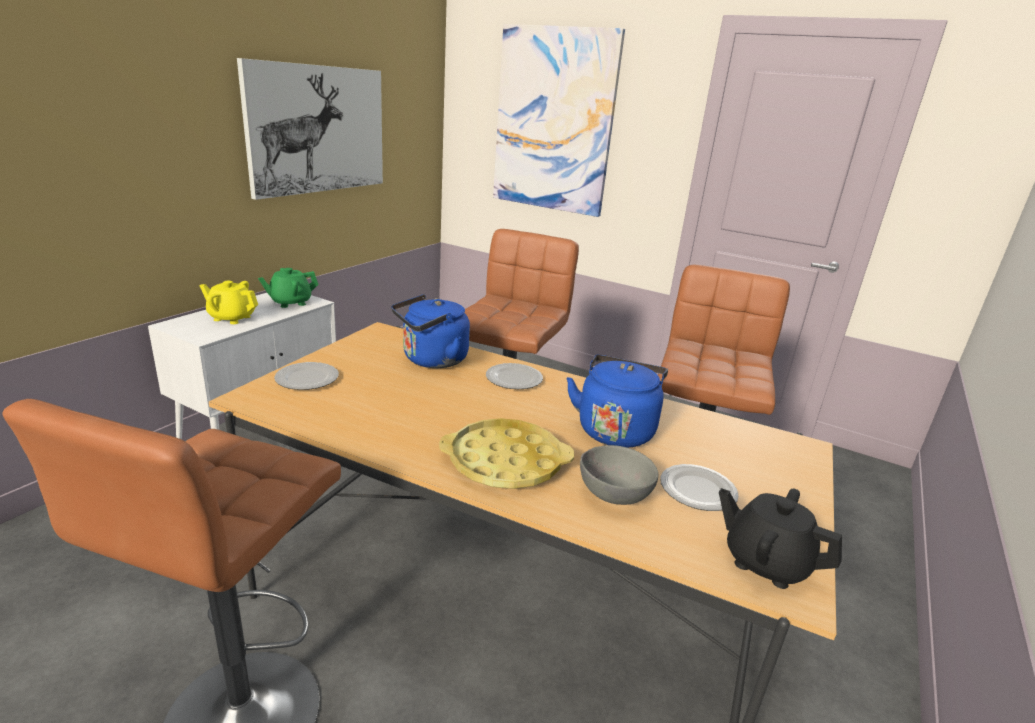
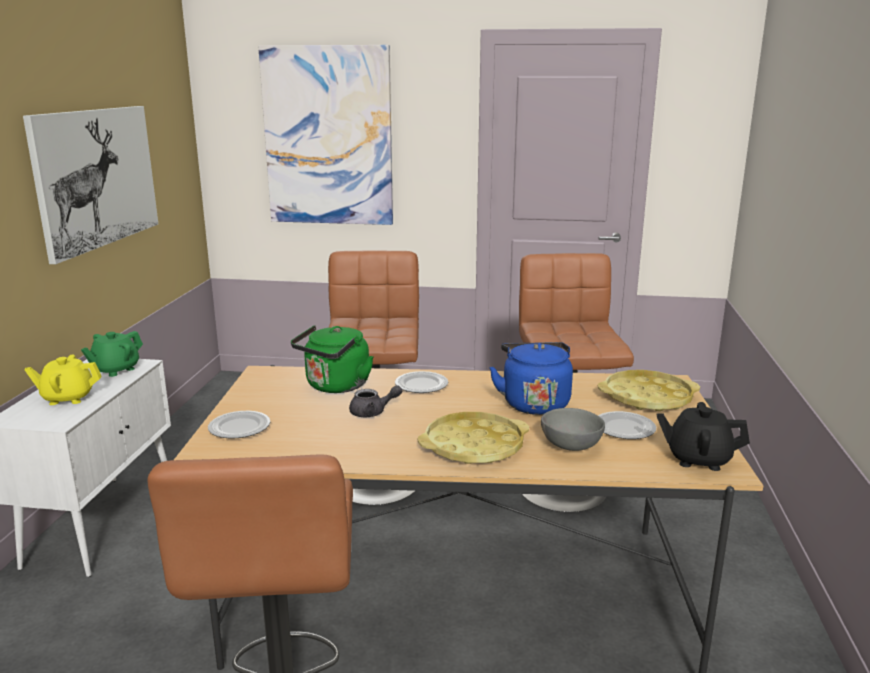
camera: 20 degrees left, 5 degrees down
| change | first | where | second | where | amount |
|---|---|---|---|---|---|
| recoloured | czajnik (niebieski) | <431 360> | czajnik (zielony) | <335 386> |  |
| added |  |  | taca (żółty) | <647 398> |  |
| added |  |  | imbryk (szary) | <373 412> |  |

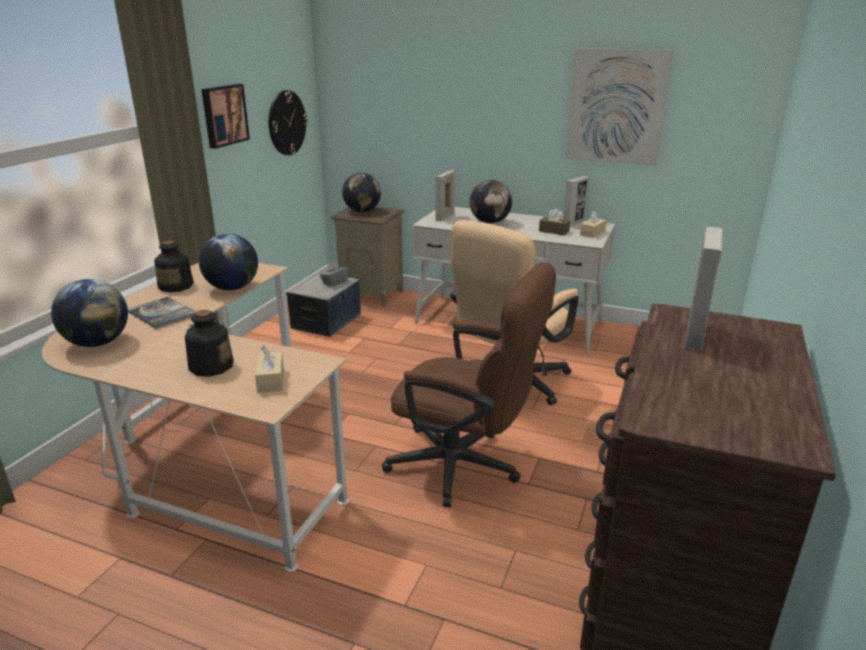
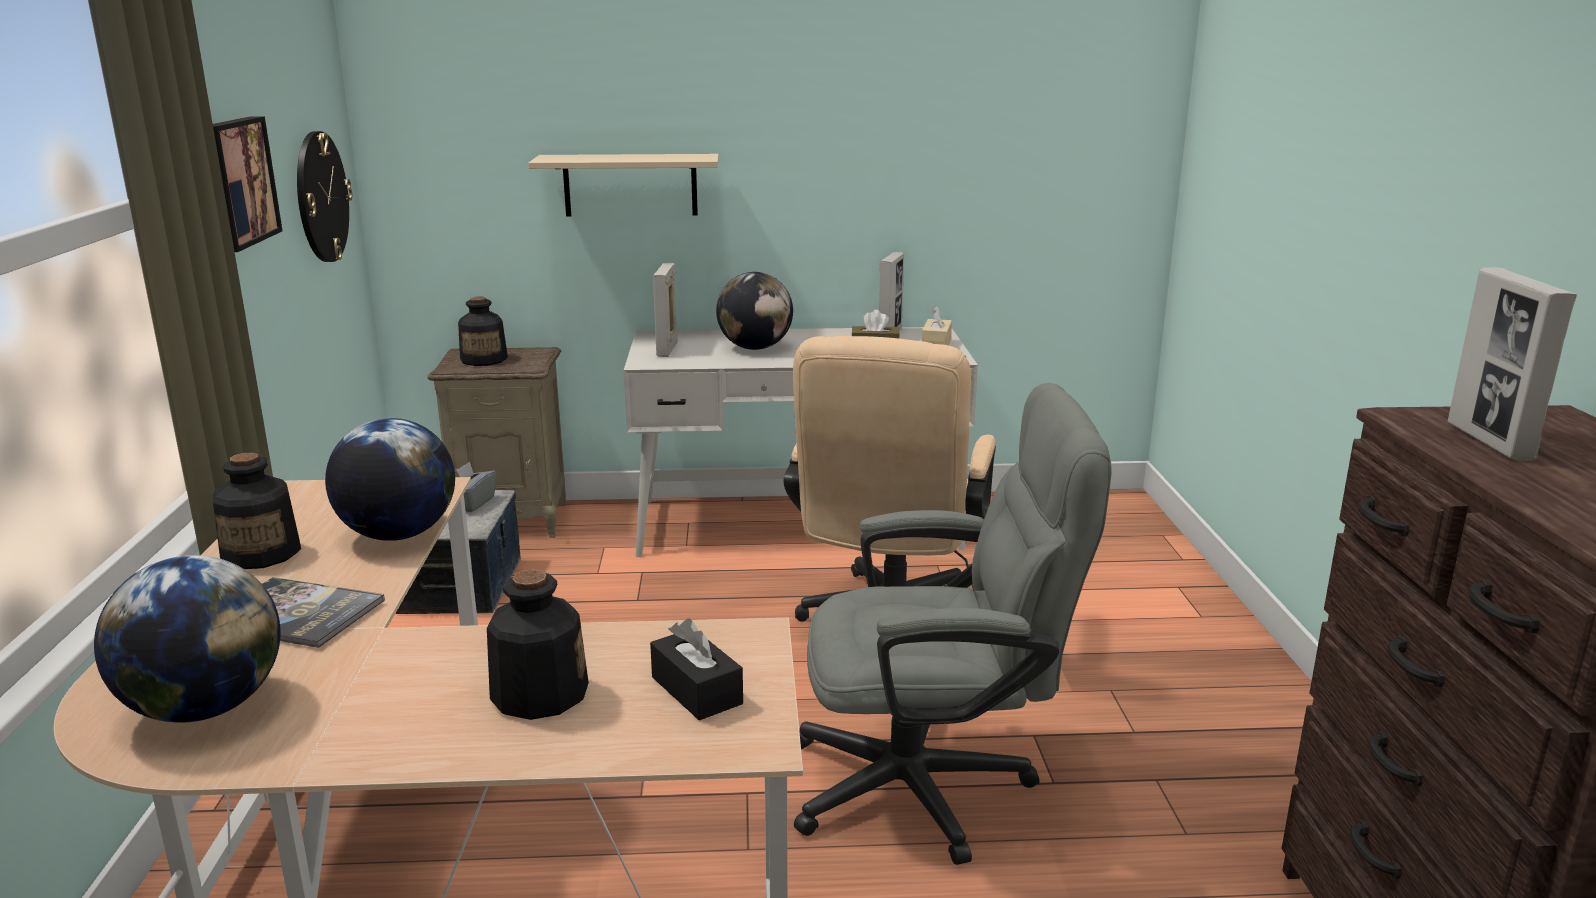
camera: 25 degrees left, 5 degrees down
| change | first | where | second | where | amount |
|---|---|---|---|---|---|
| removed | obraz | <616 107> |  |  |  |
| replaced | globus | <362 211> | butelka | <484 360> |  |
| recoloured | krzesło biurowe (brązowy) | <465 467> | krzesło biurowe (szary) | <933 786> |  |
| recoloured | pudełko chusteczek (beżowy) | <271 380> | pudełko chusteczek (czarny) | <696 690> |  |
| added |  |  | półka (beżowy) | <630 185> |  |

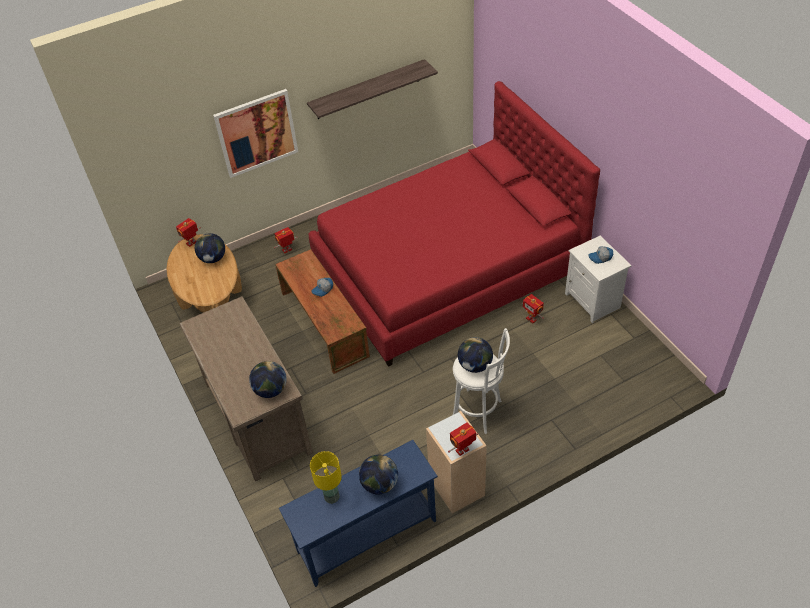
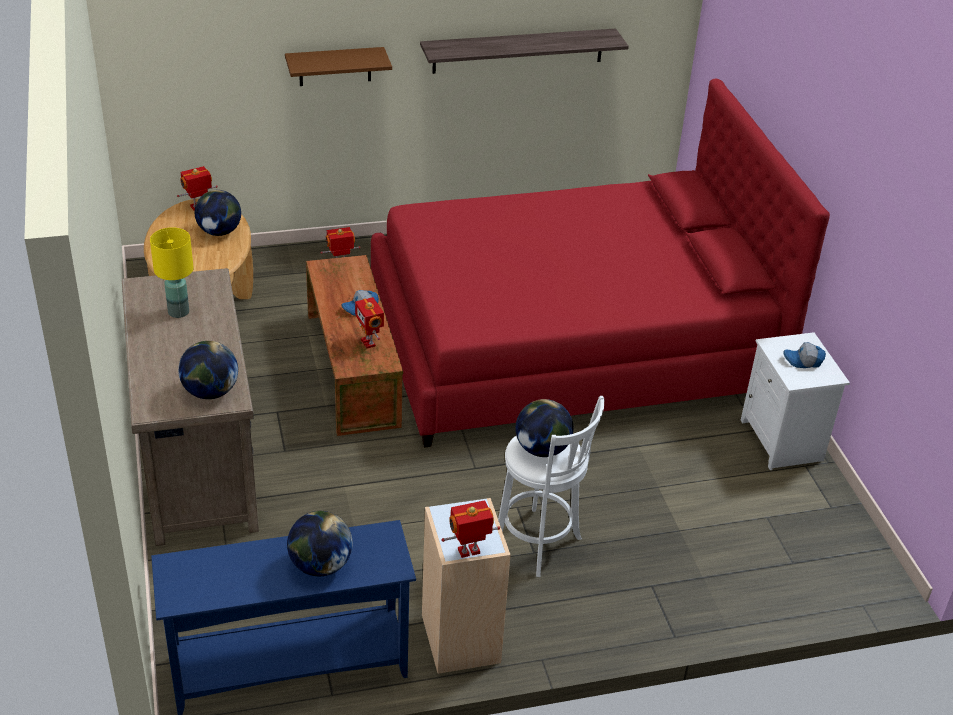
camera: 10 degrees right, 10 degrees down
| change | first | where | second | where | amount |
|---|---|---|---|---|---|
| replaced | obraz | <256 133> | półka (brązowy) | <335 66> |  |
| moved | robot zabawkowy | <531 319> |  | <369 342> |  |
| moved | lampa stołowa (żółty) | <332 497> |  | <179 312> |  |

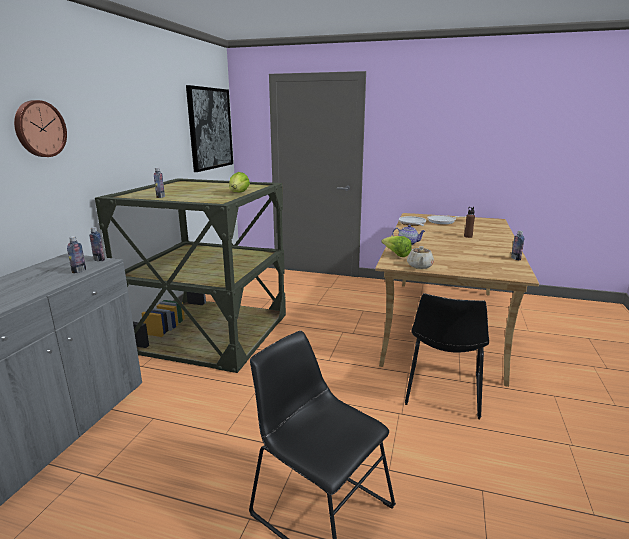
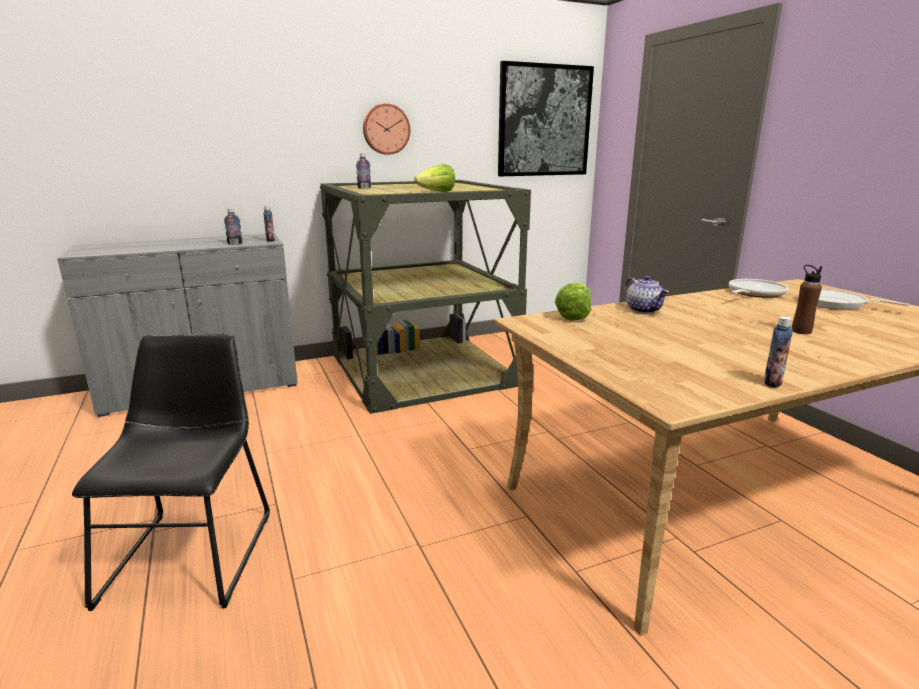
camera: 50 degrees right, 0 degrees up
| change | first | where | second | where | amount |
|---|---|---|---|---|---|
| moved | zegar ścienny | <39 129> |  | <386 129> |  |
| removed | imbryk (beżowy) | <419 266> |  |  |  |
| removed | krzesło (czarny) | <443 392> |  |  |  |

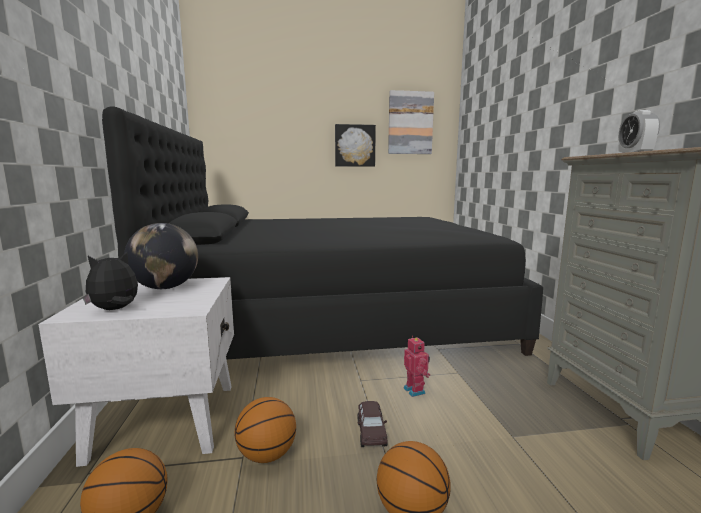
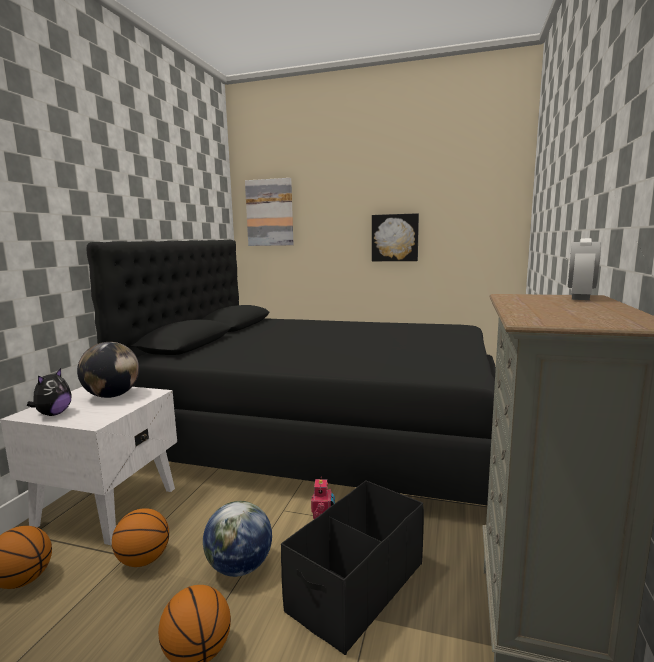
camera: 25 degrees right, 0 degrees up
| change | first | where | second | where | amount |
|---|---|---|---|---|---|
| moved | obraz | <410 123> |  | <270 213> |  |
| turned | pluszak | <115 310> |  | <53 414> | 120 degrees clockwise |
| replaced | samochodzik (brązowy) | <371 433> | globus | <239 567> |  |
| added |  |  | pojemnik do przechowywania (czarny) | <356 586> |  |

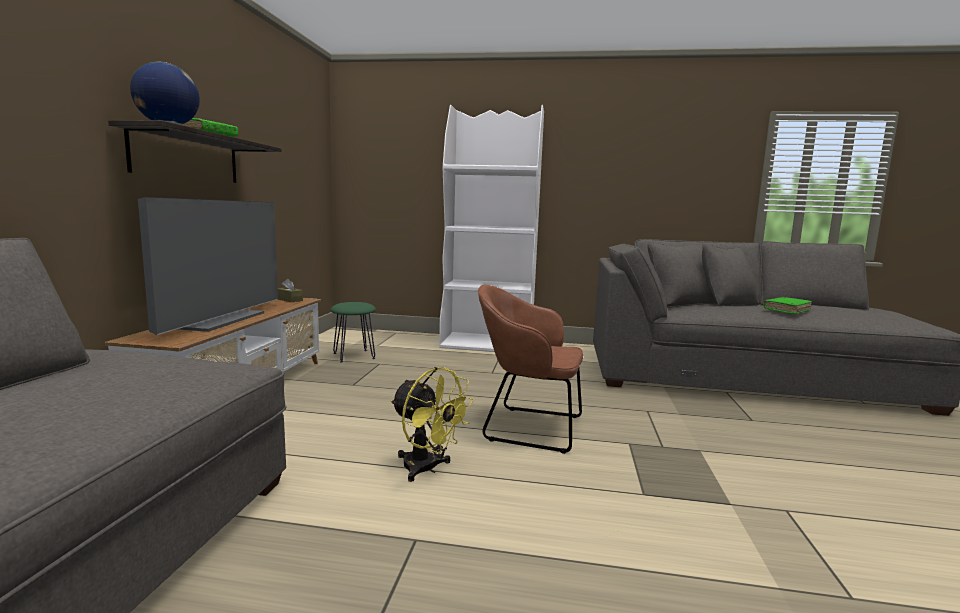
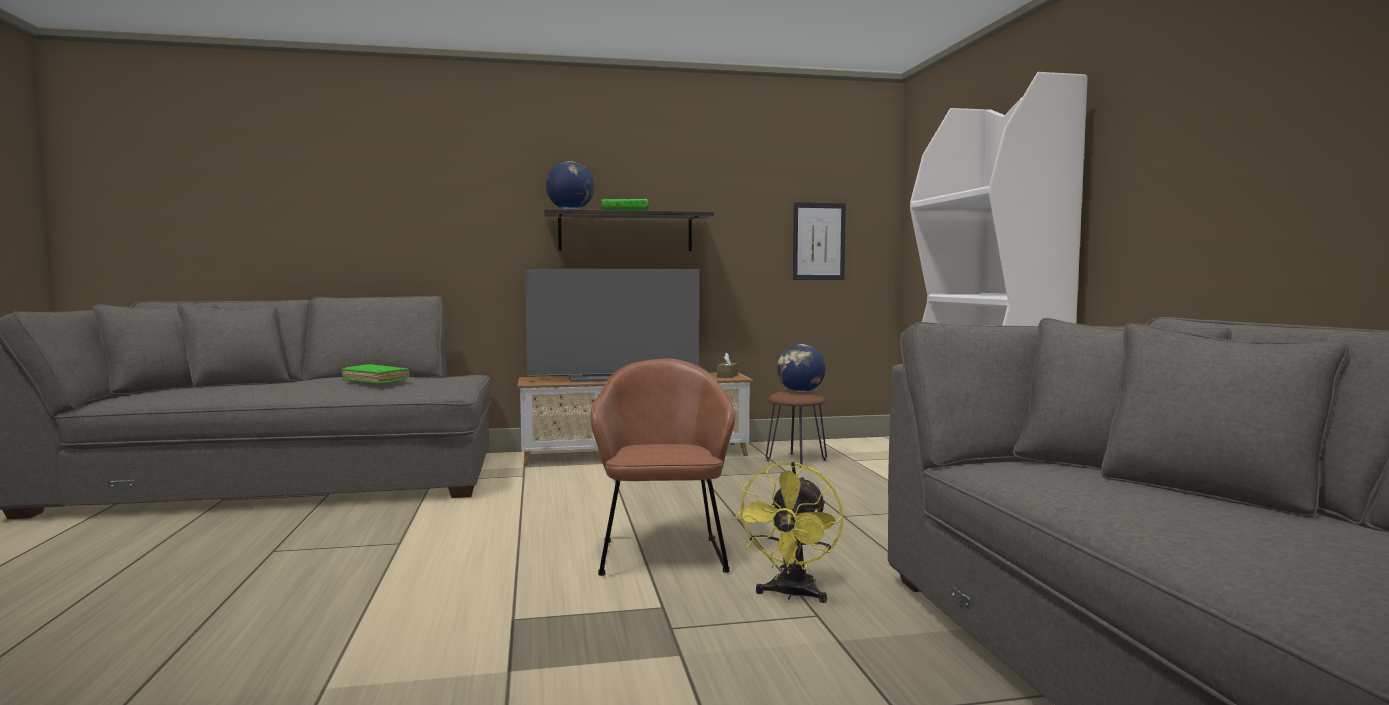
camera: 70 degrees right, 5 degrees down
| change | first | where | second | where | amount |
|---|---|---|---|---|---|
| moved | książka (zielony) | <786 310> |  | <375 380> |  |
| recoloured | stołek (zielony) | <353 356> | stołek (brązowy) | <796 460> |  |
| moved | wentylator (żółty) | <427 469> |  | <791 595> |  |
| added |  |  | obraz | <818 241> |  |
| added |  |  | globus | <800 392> |  |

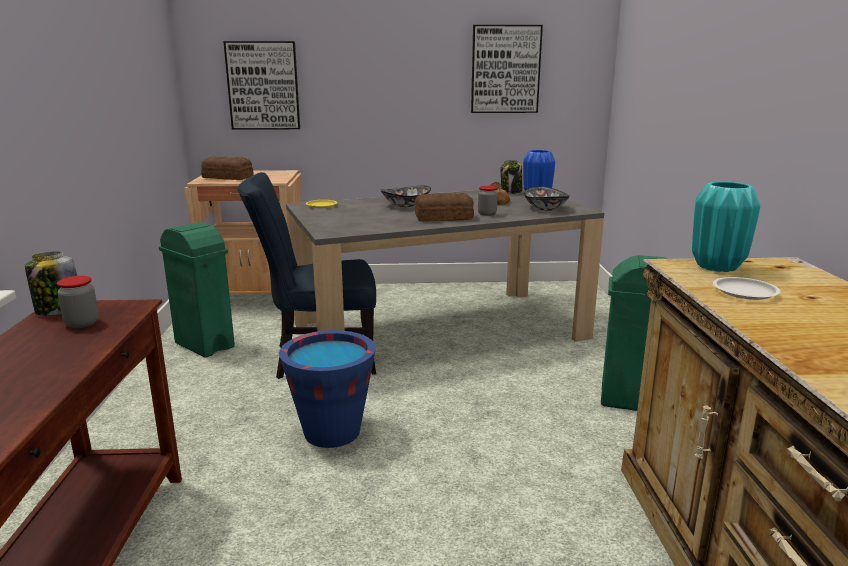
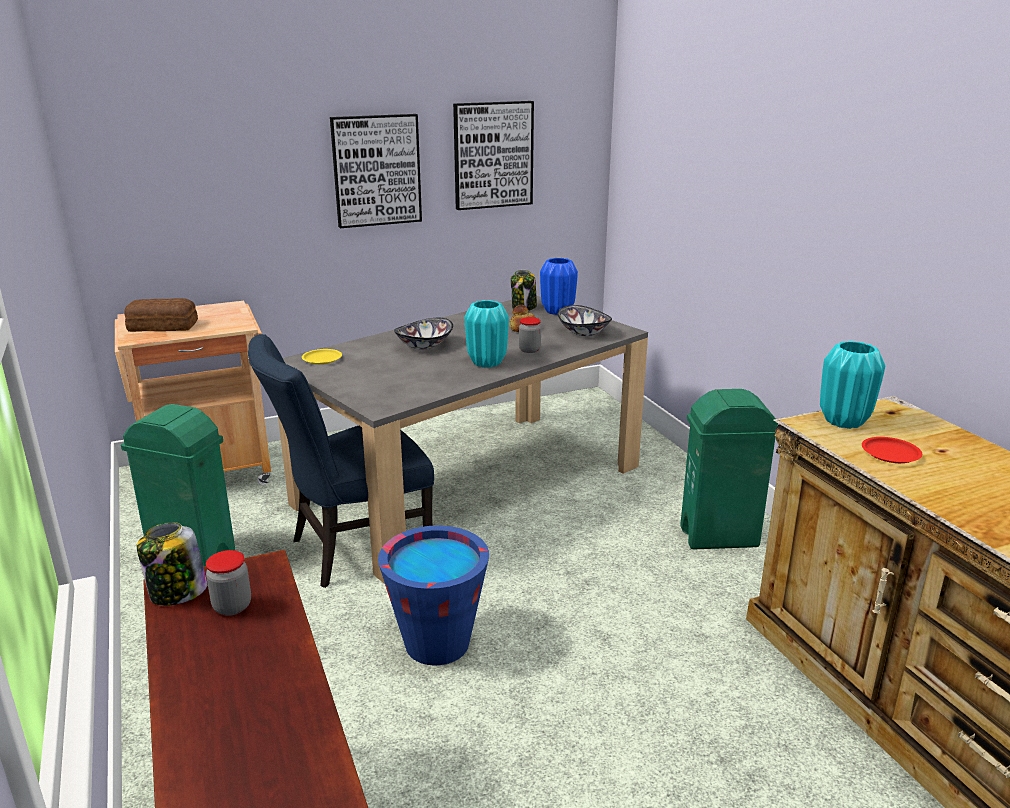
camera: 20 degrees left, 5 degrees up
| change | first | where | second | where | amount |
|---|---|---|---|---|---|
| moved | obraz | <263 86> |  | <376 170> |  |
| replaced | chleb | <442 217> | wazon (turkusowy) | <486 363> |  |
| recoloured | talerz (biały) | <745 292> | talerz (czerwony) | <891 454> |  |

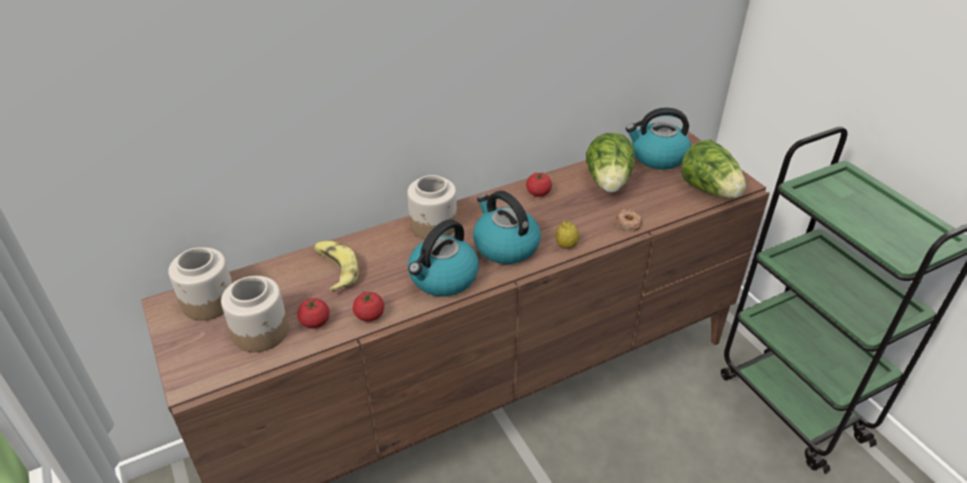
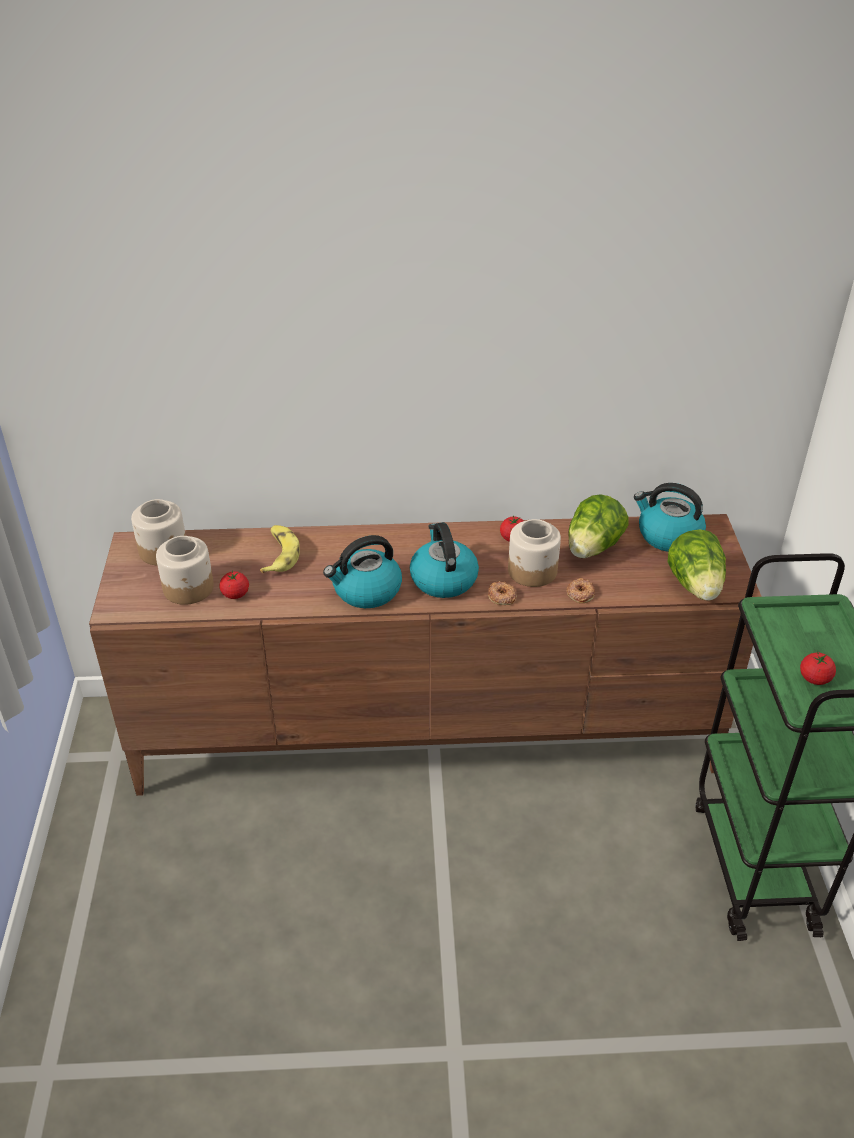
camera: 25 degrees right, 0 degrees up
| change | first | where | second | where | amount |
|---|---|---|---|---|---|
| moved | słoik | <433 226> |  | <532 571> |  |
| replaced | cytryna | <566 245> | donut | <501 596> |  |
| moved | pomidor | <369 315> |  | <814 678> |  |

